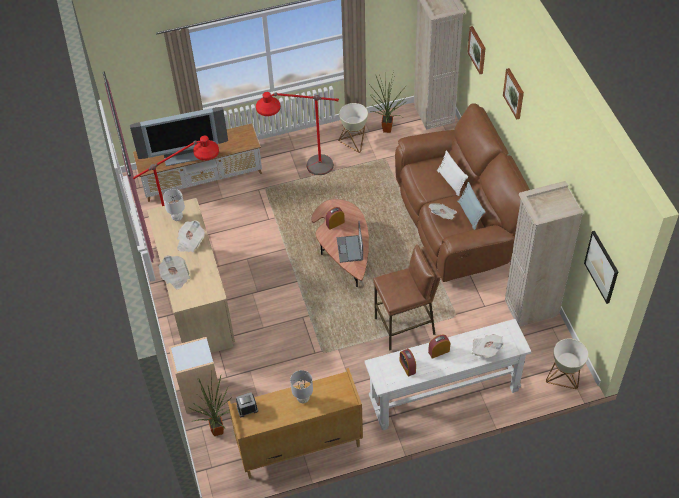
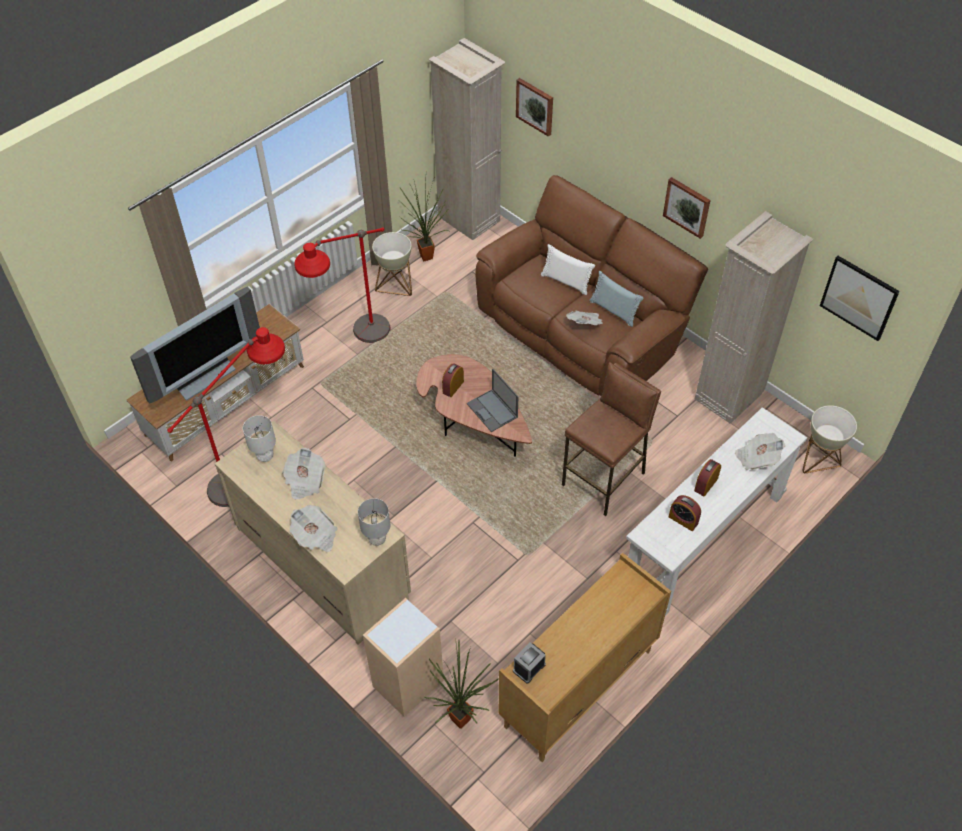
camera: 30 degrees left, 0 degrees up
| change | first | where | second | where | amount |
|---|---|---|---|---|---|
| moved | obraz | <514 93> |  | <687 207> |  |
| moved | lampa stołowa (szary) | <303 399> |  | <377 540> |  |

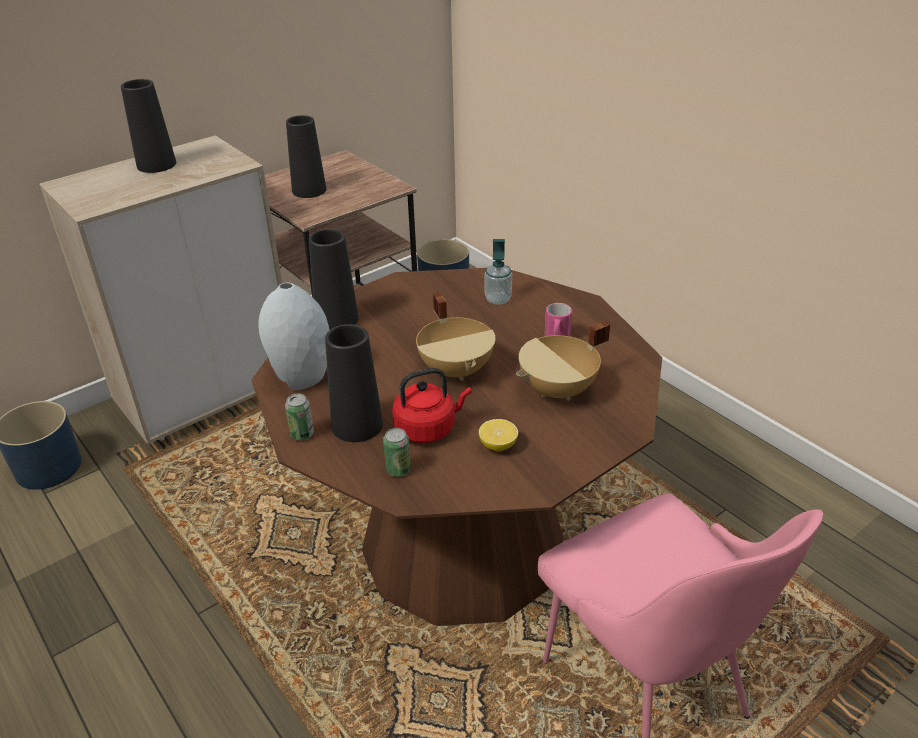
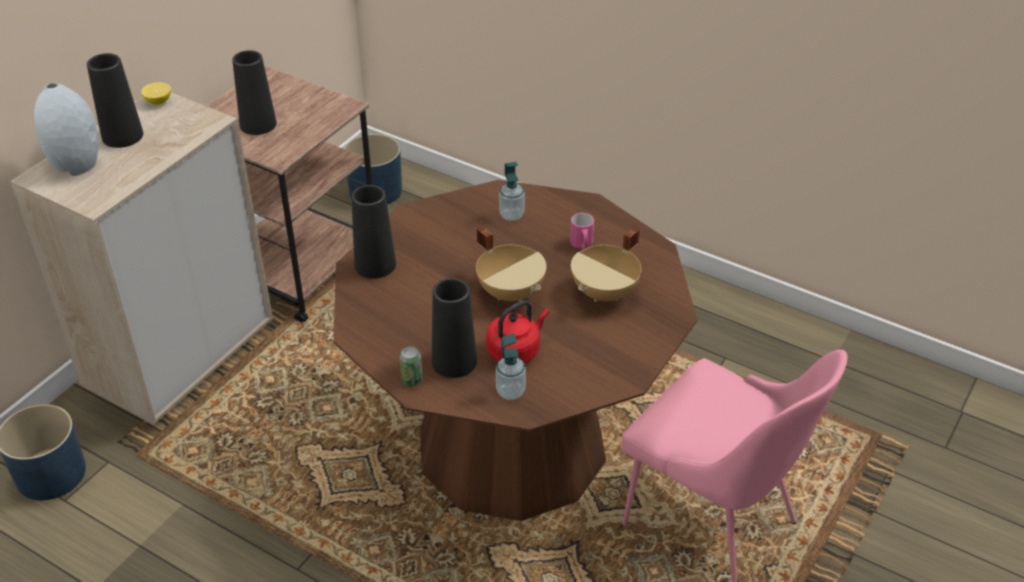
camera: 20 degrees left, 5 degrees up
| change | first | where | second | where | amount |
|---|---|---|---|---|---|
| moved | wazon (szary) | <301 376> |  | <75 164> |  |
| moved | cytryna | <498 445> |  | <158 101> |  |
| replaced | puszka | <398 470> | dozownik mydła | <510 391> |  |

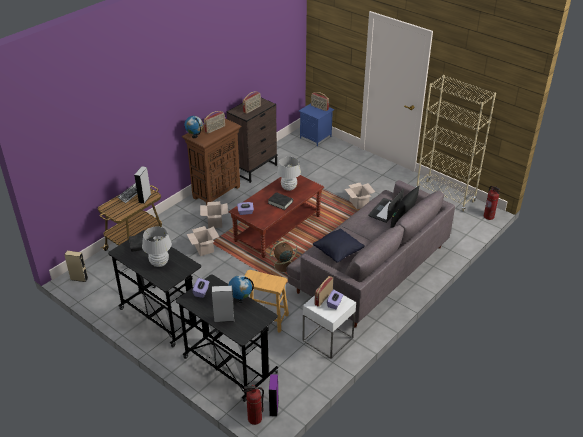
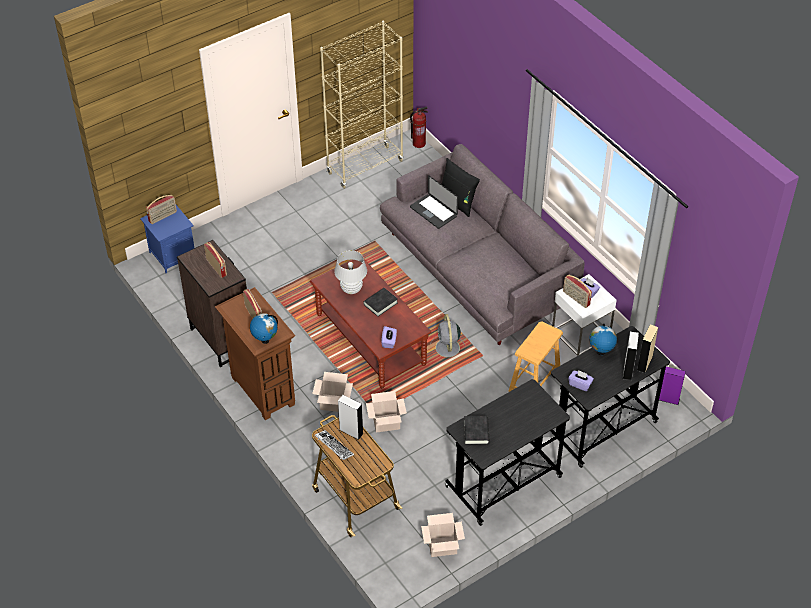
camera: 75 degrees left, 10 degrees up
| change | first | where | second | where | amount |
|---|---|---|---|---|---|
| moved | karton | <358 203> |  | <441 547> |  |
| removed | lampa stołowa (biały) | <159 263> |  |  |  |
| removed | poduszka (czarny) | <338 253> |  |  |  |
| recoloured | wentylator (brązowy) | <282 266> | wentylator (szary) | <447 349> |  |
| moved | głośnik (beżowy) | <79 278> |  | <644 363> |  |
| removed | gaśnica | <254 419> |  |  |  |

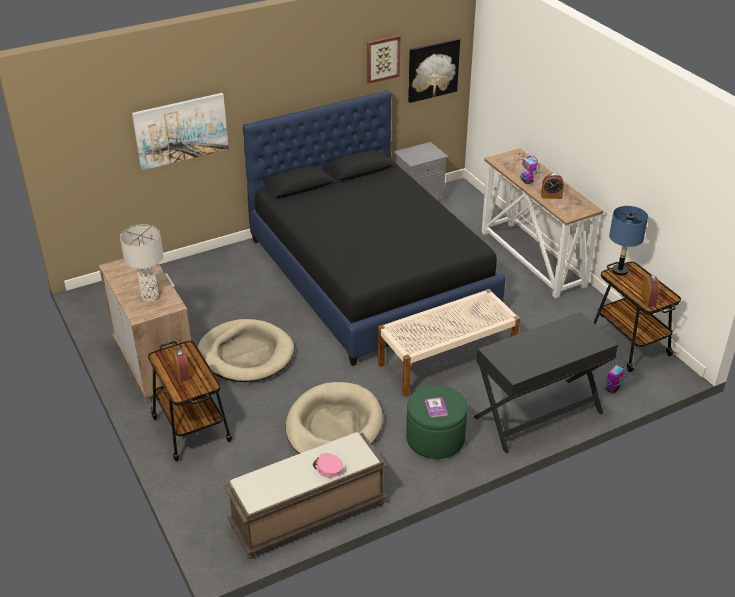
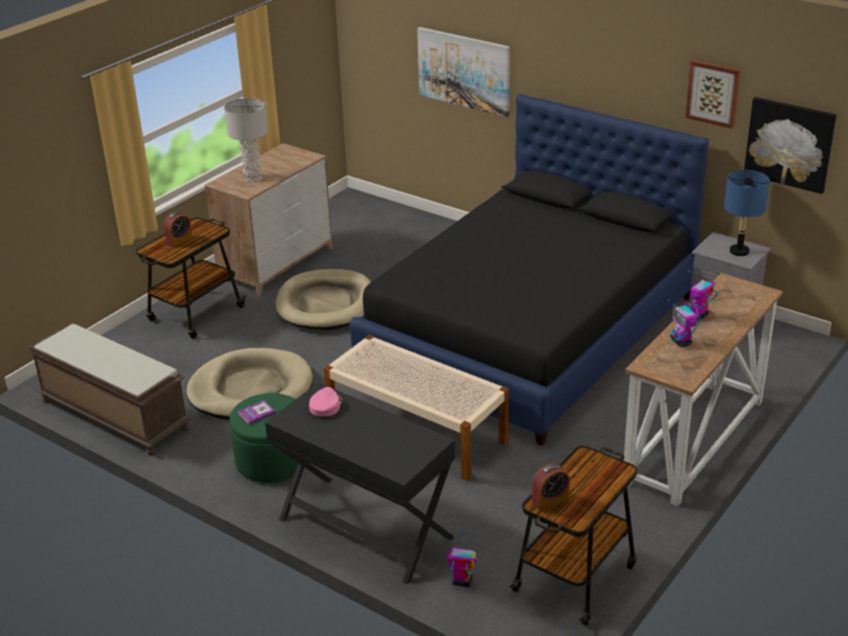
camera: 65 degrees right, 5 degrees down
| change | first | where | second | where | amount |
|---|---|---|---|---|---|
| replaced | budzik | <551 196> | robot zabawkowy | <681 342> |  |
| moved | lampa stołowa (niebieski) | <620 271> |  | <739 251> |  |
| moved | czapka z daszkiem (różowy) | <328 467> |  | <325 406> |  |

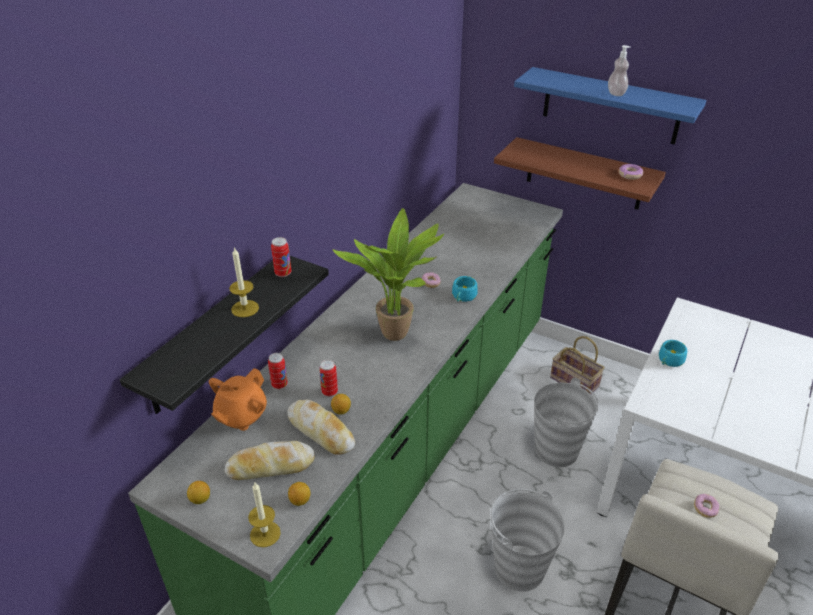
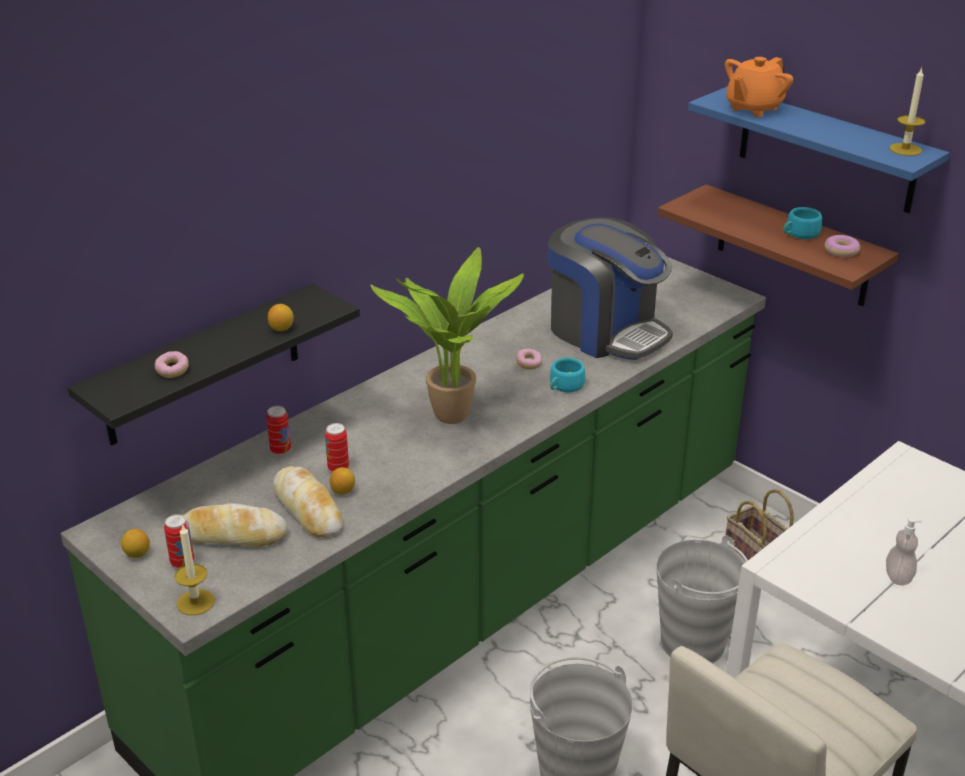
camera: 15 degrees right, 5 degrees down
| change | first | where | second | where | amount |
|---|---|---|---|---|---|
| moved | dozownik mydła | <616 93> |  | <898 577> |  |
| moved | puszka | <283 273> |  | <182 562> |  |
| moved | świeca | <245 308> |  | <905 149> |  |
| moved | filiżanka (turkusowy) | <669 361> |  | <799 234> |  |
| moved | imbryk (pomarańczowy) | <241 416> |  | <753 108> |  |
| moved | cytryna | <300 500> |  | <281 329> |  |
| moved | donut | <705 509> |  | <172 371> |  |
| added |  |  | ekspres do kawy | <606 331> |  |

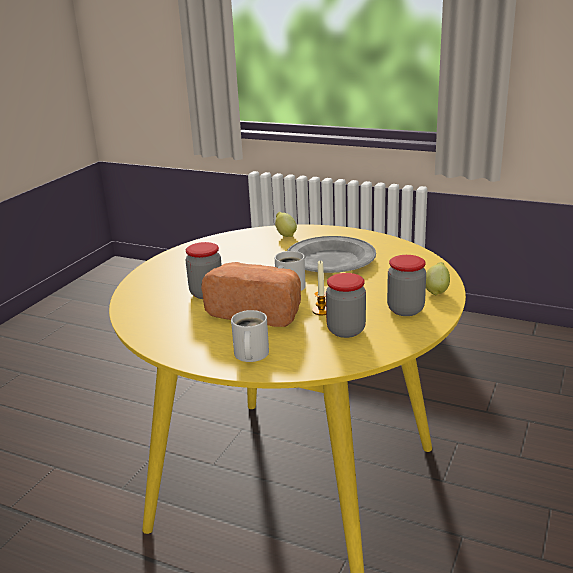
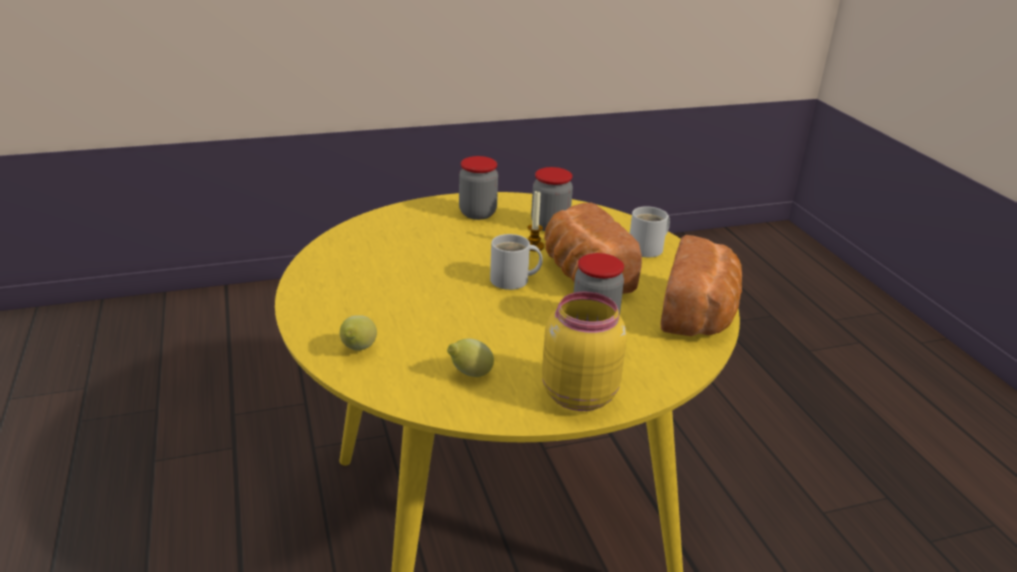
camera: 135 degrees left, 5 degrees up
| change | first | where | second | where | amount |
|---|---|---|---|---|---|
| removed | talerz (szary) | <331 260> |  |  |  |
| moved | cytryna | <437 291> |  | <470 374> |  |
| added |  |  | chleb | <700 314> |  |
| added |  |  | słoik (żółty) | <577 394> |  |

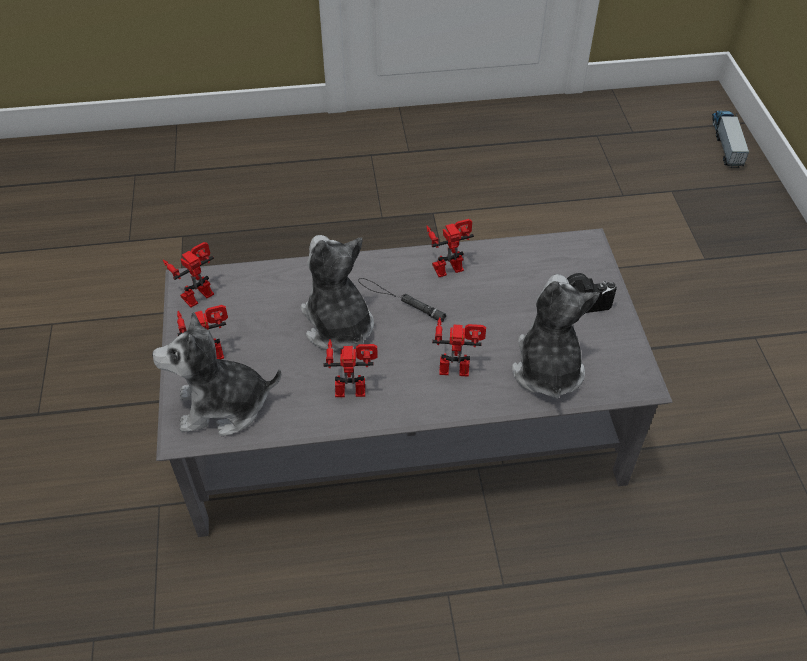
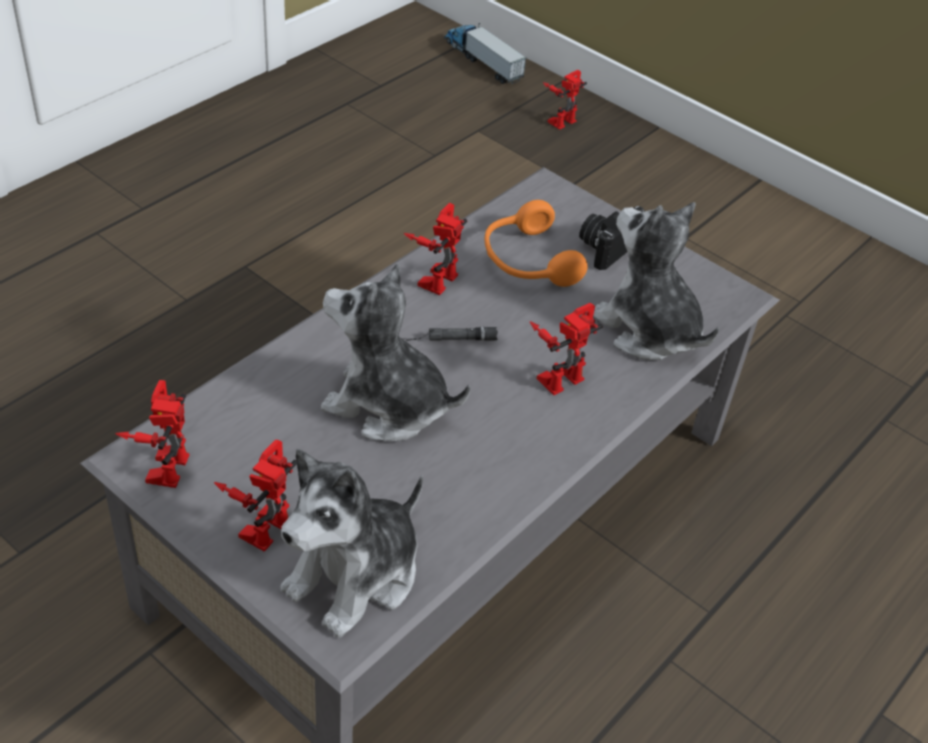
camera: 45 degrees left, 5 degrees down
| change | first | where | second | where | amount |
|---|---|---|---|---|---|
| moved | robot zabawkowy | <352 384> |  | <560 119> |  |
| added |  |  | słuchawki (pomarańczowy) | <526 261> |  |

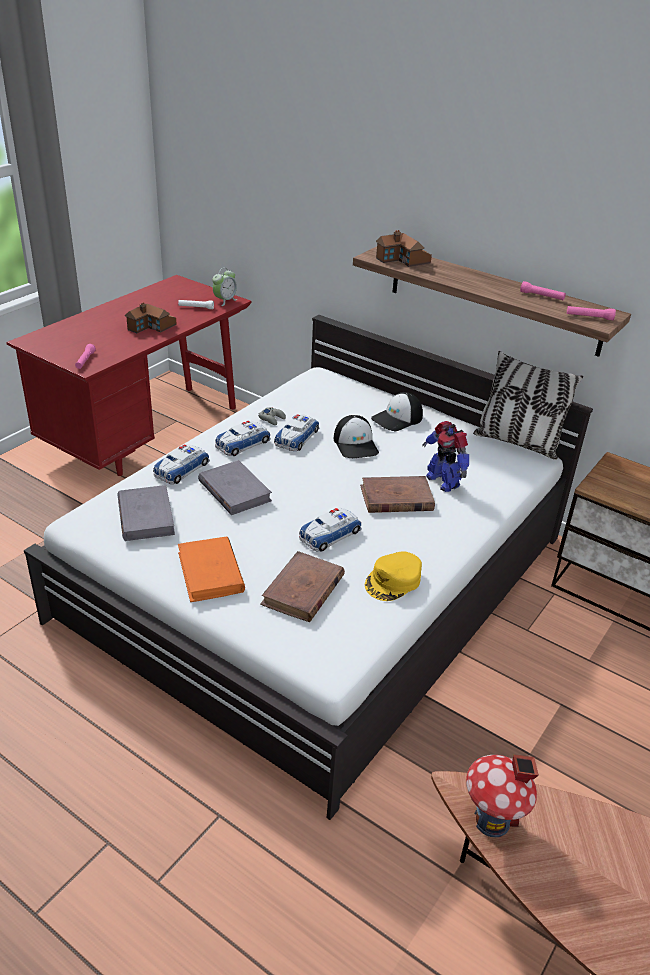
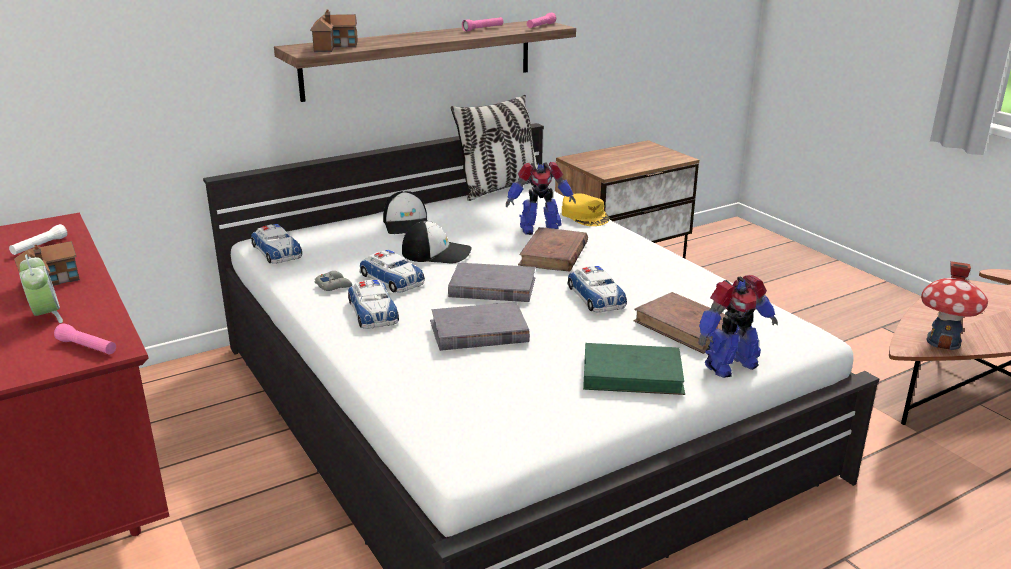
camera: 65 degrees left, 10 degrees down
| change | first | where | second | where | amount |
|---|---|---|---|---|---|
| moved | budzik | <225 301> |  | <46 316> |  |
| moved | samochodzik | <181 469> |  | <277 251> |  |
| moved | książka (szary) | <146 516> |  | <492 288> |  |
| recoloured | książka (pomarańczowy) | <210 572> | książka (zielony) | <633 374> |  |
| moved | czapka z daszkiem (żółty) | <393 581> |  | <585 215> |  |
| added |  |  | robot zabawkowy | <729 365> |  |

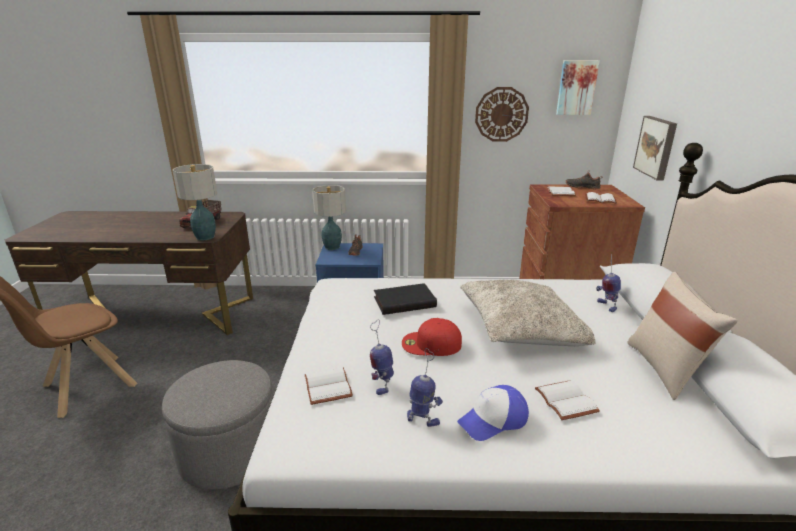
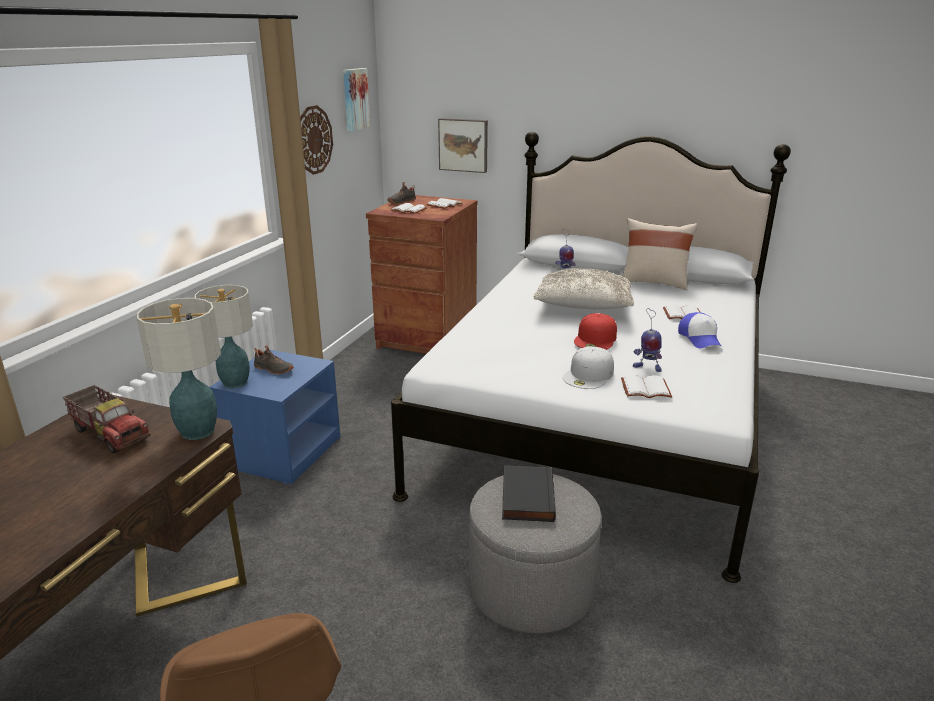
camera: 70 degrees left, 0 degrees up
| change | first | where | second | where | amount |
|---|---|---|---|---|---|
| moved | książka (czarny) | <404 301> |  | <525 496> |  |
| removed | robot zabawkowy | <423 420> |  |  |  |
| added |  |  | czapka z daszkiem (biały) | <589 375> |  |

